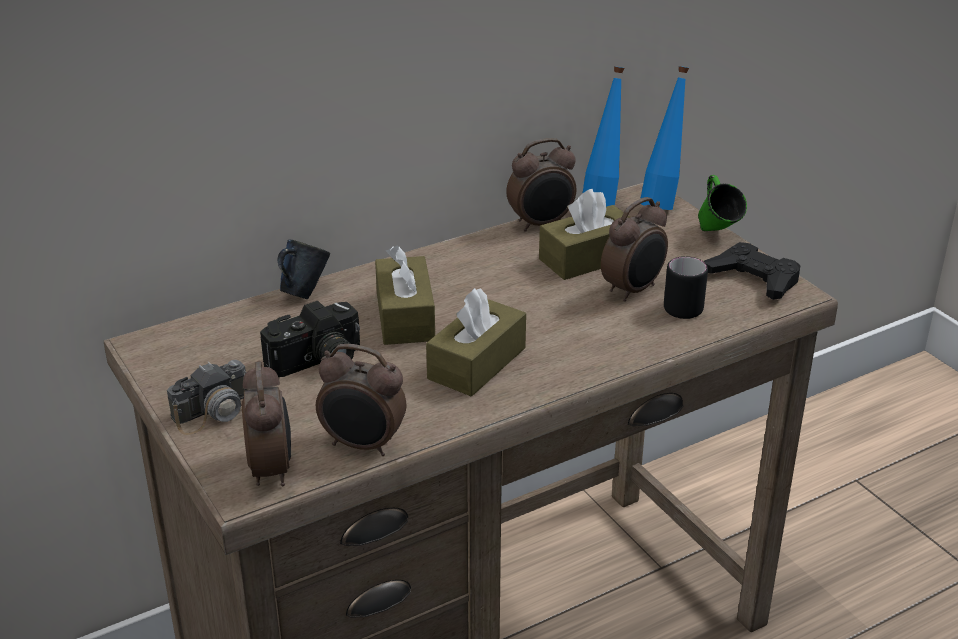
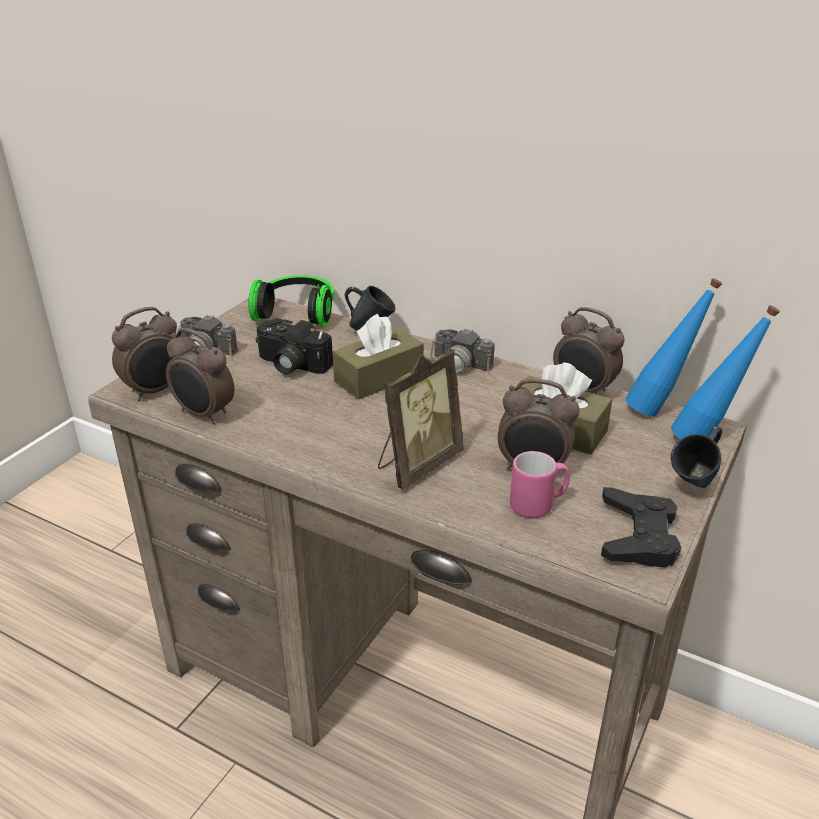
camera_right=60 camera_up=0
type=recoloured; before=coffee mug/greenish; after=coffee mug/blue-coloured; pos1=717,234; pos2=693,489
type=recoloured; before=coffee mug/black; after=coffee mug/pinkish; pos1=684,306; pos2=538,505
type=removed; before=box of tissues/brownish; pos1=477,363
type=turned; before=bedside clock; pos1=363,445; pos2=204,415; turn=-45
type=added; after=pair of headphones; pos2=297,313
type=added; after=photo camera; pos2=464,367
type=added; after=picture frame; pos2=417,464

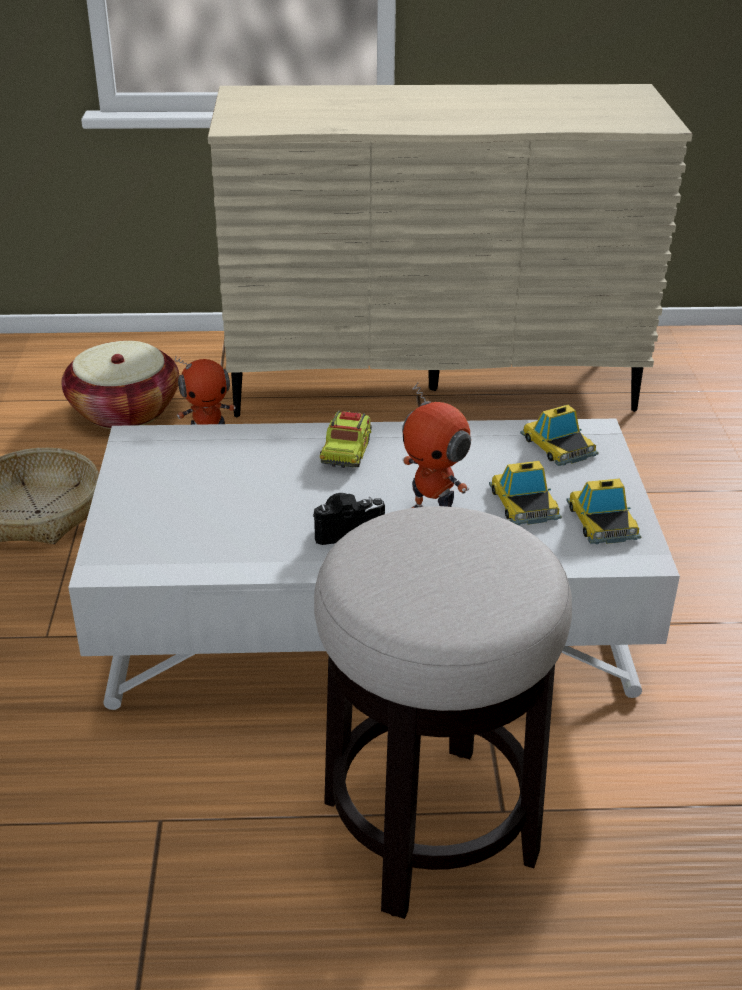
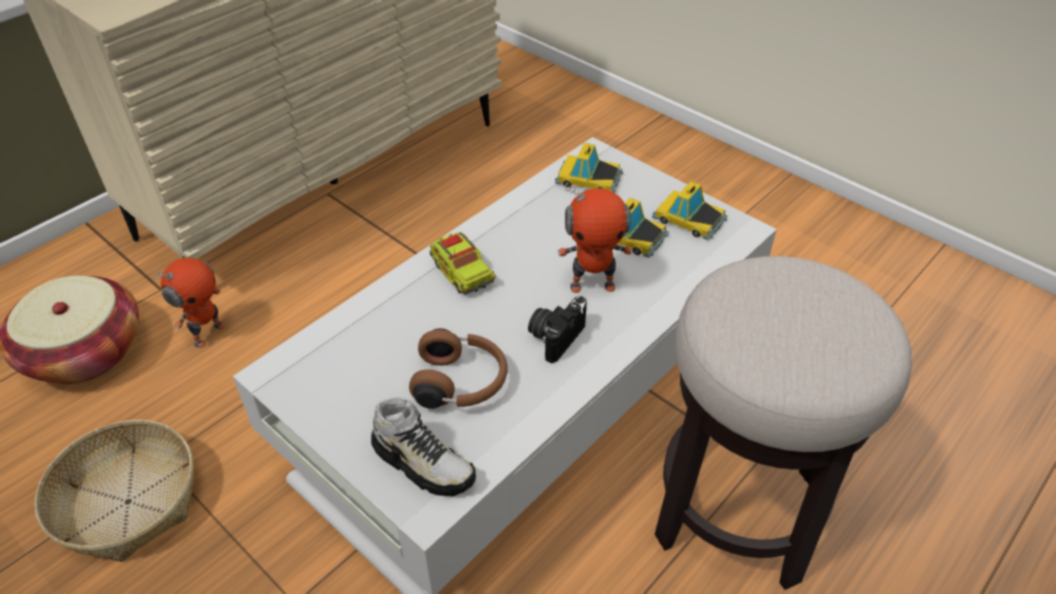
camera_right=-45 camera_up=10
type=added; after=pair of headphones/brownish; pos2=461,383
type=added; after=item of footwear; pos2=423,463

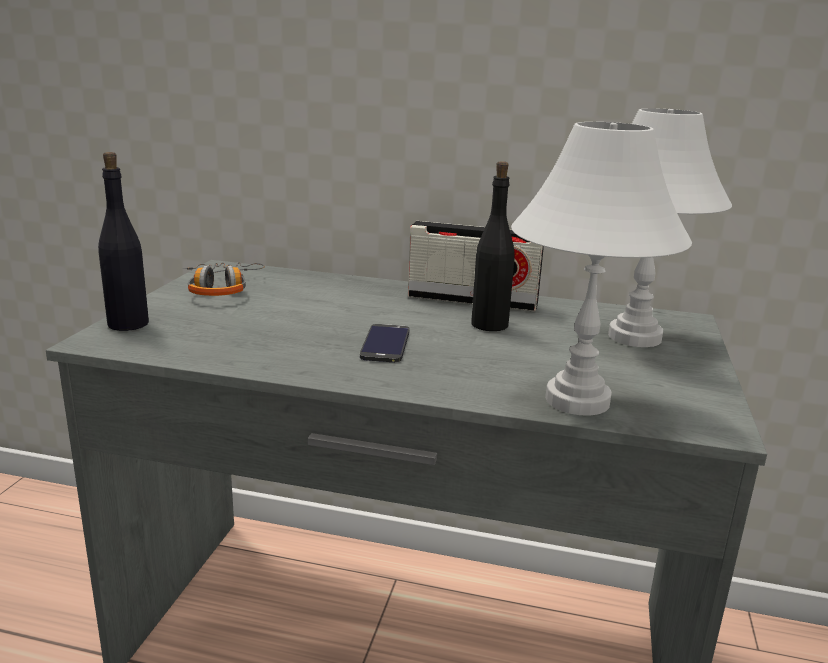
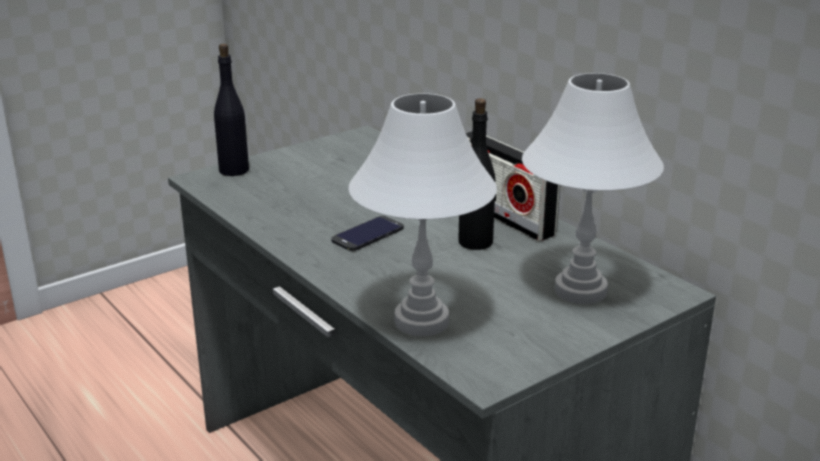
camera_right=40 camera_up=5
type=removed; before=pair of headphones; pos1=222,289

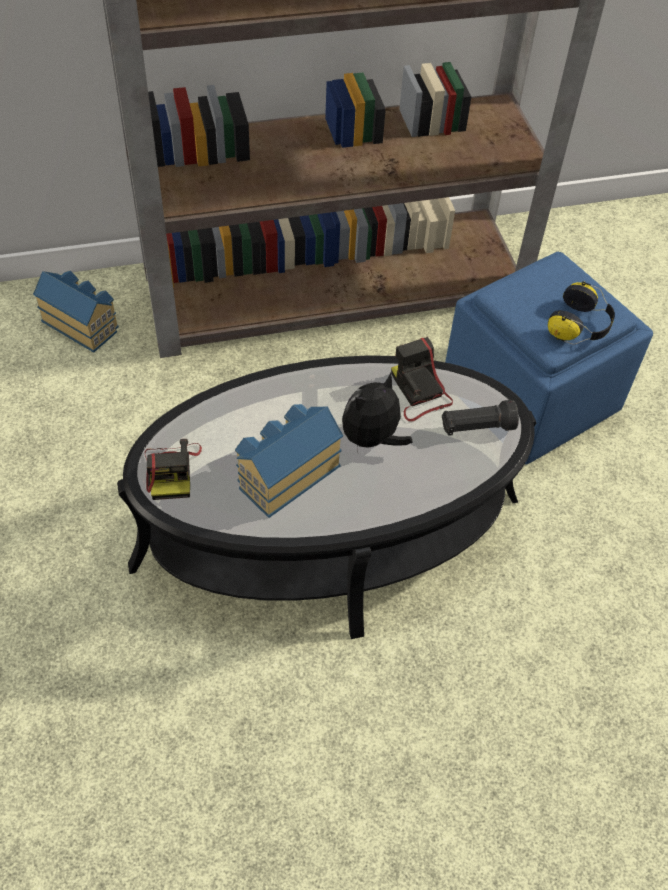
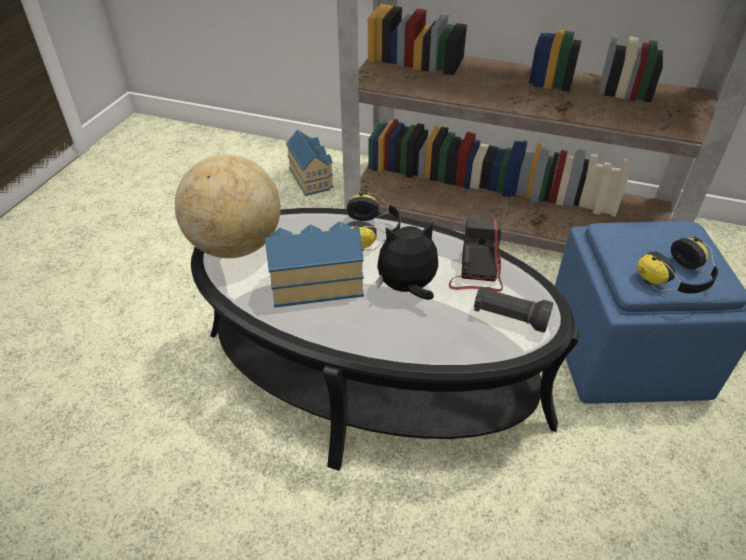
camera_right=35 camera_up=-10
type=replaced; before=photo camera; after=world globe; pos1=172,471; pos2=236,246
type=added; after=pair of headphones; pos2=372,233

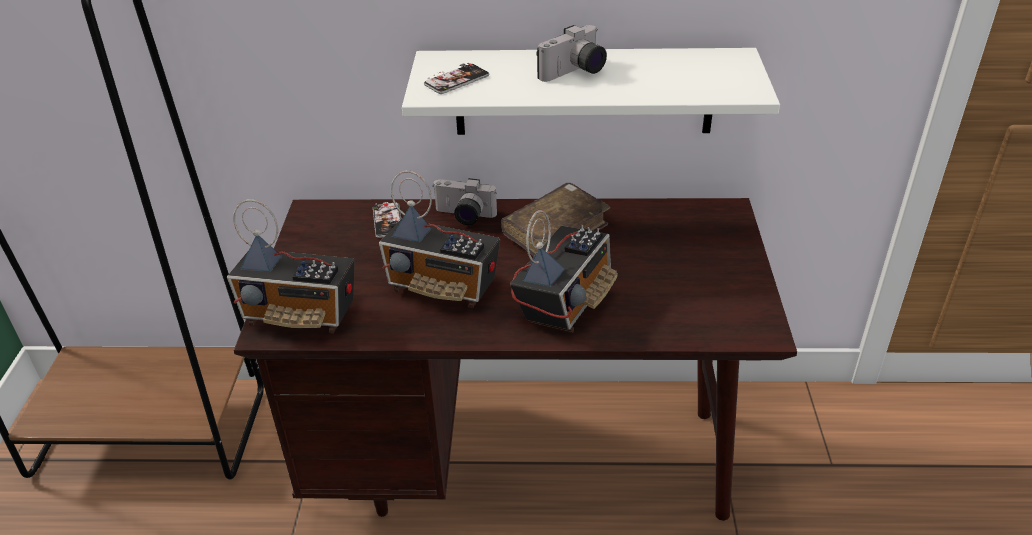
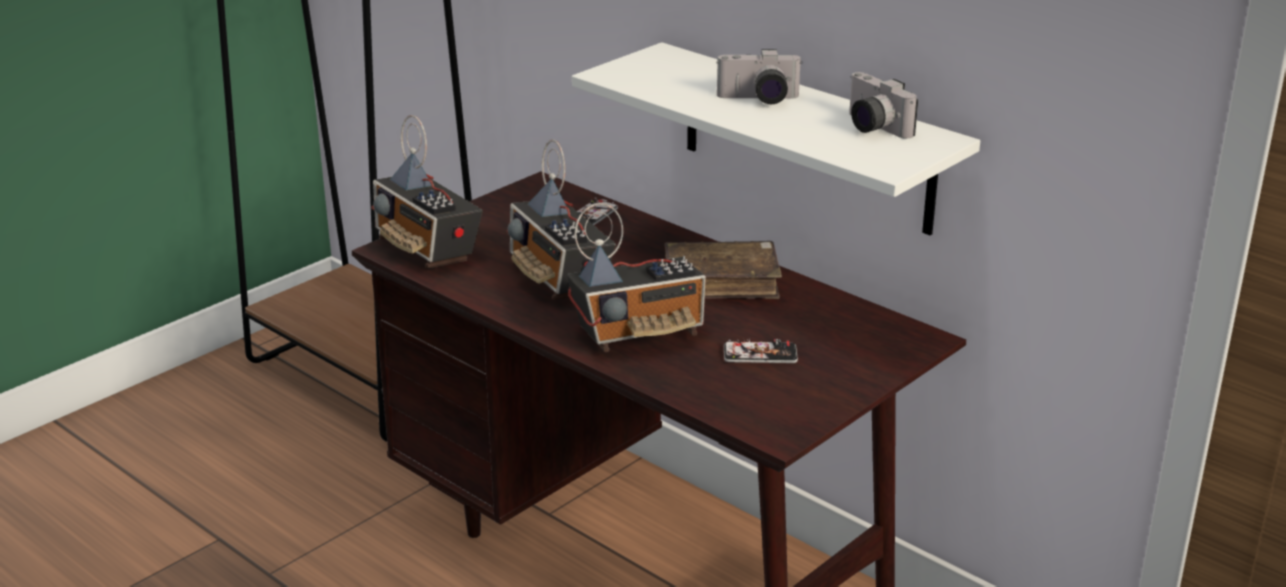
camera_right=40 camera_up=-10
type=moved; before=telephone; pos1=457,80; pos2=760,354
type=moved; before=photo camera; pos1=463,216; pos2=871,127

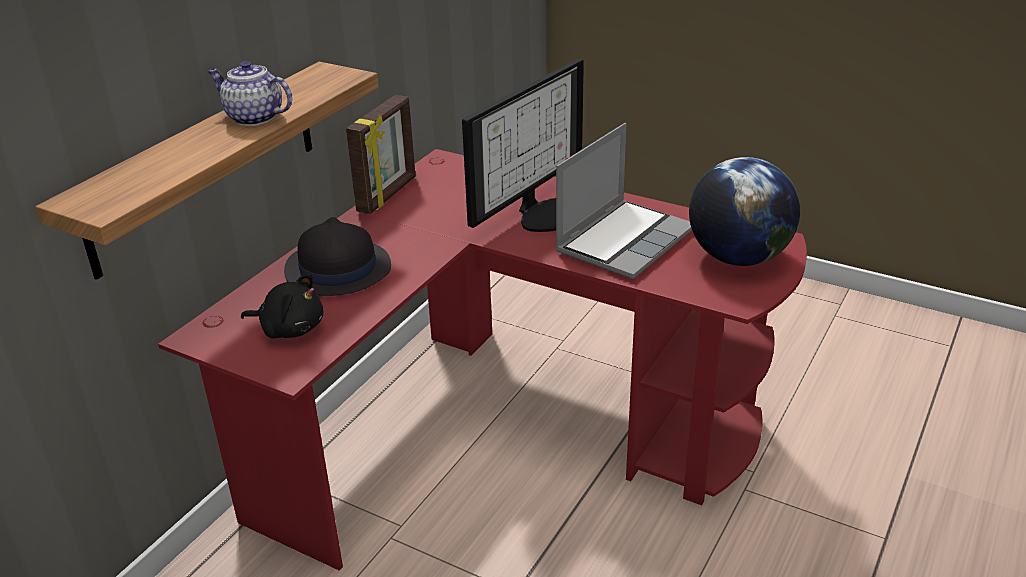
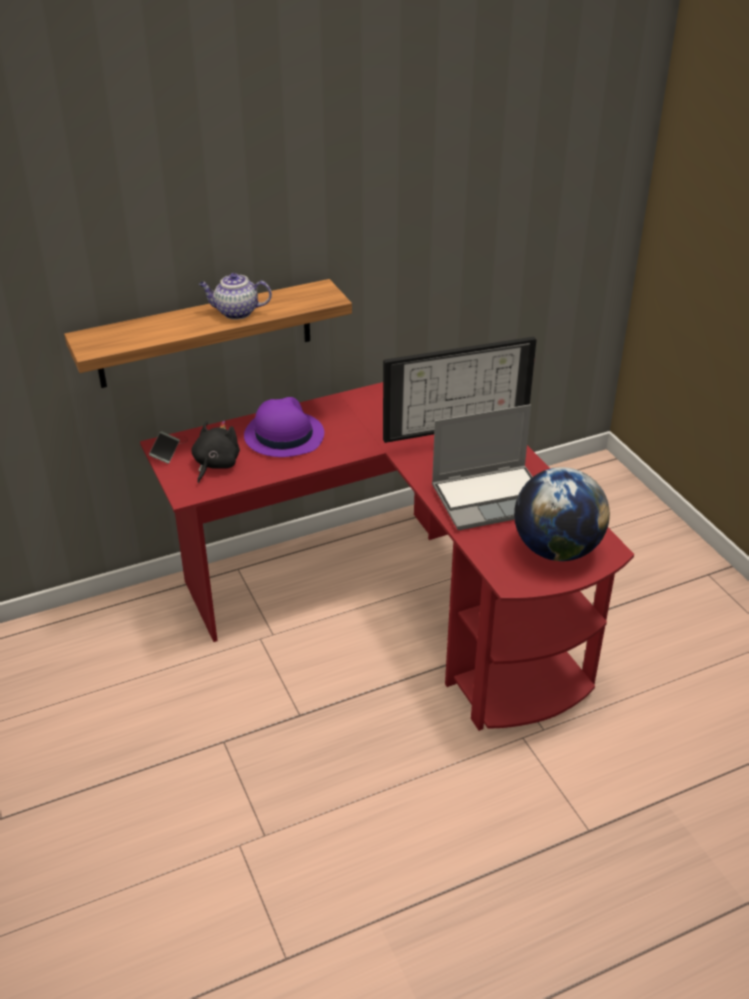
camera_right=35 camera_up=5
type=turned; before=tea pot; pos1=253,117; pos2=236,312; turn=-60
type=removed; before=picture frame; pos1=388,195
type=recoloured; before=wearable hat/black; after=wearable hat/purple; pos1=337,269; pos2=283,435
type=turned; before=soft toy/black; pos1=290,328; pos2=215,464; turn=-120
type=added; after=telephone; pos2=165,451

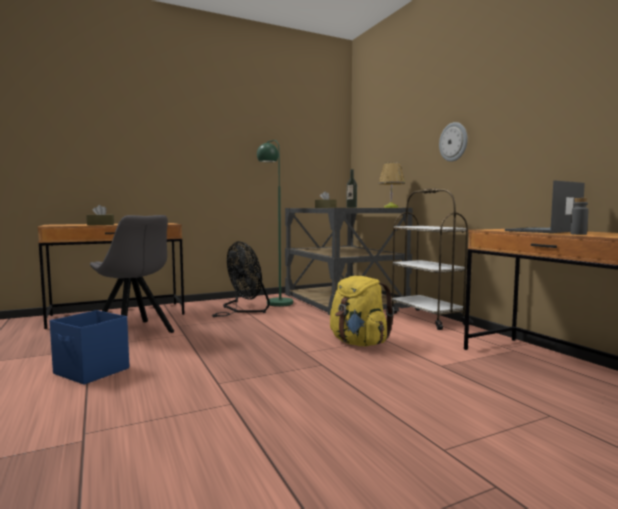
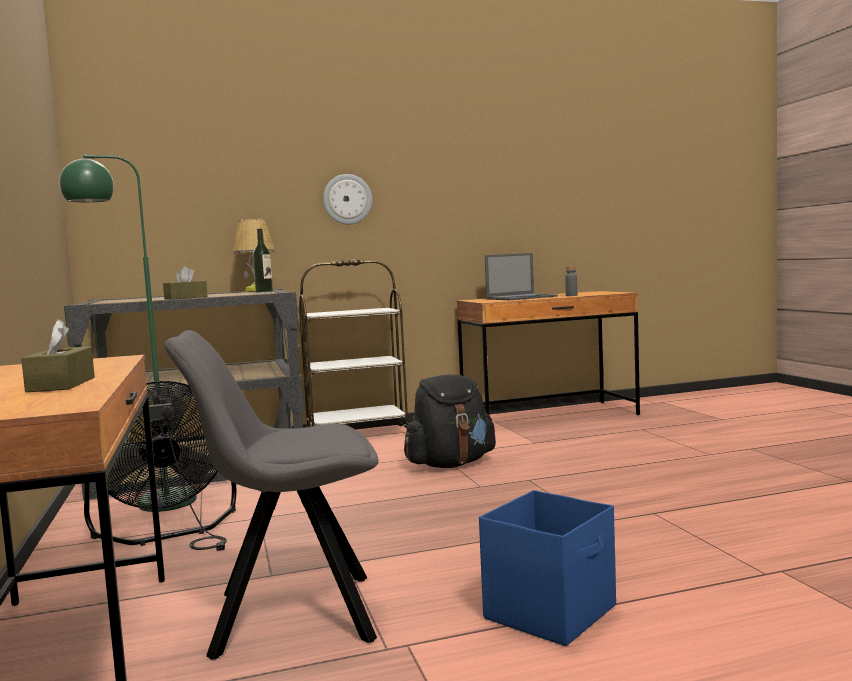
camera_right=-80 camera_up=0
type=turned; before=portable computer; pos1=543,231; pos2=522,297; turn=-90
type=turned; before=chair/grey; pos1=134,332; pos2=293,615; turn=-150
type=recoloured; before=backpack/yellow; after=backpack/black; pos1=359,343; pos2=450,464

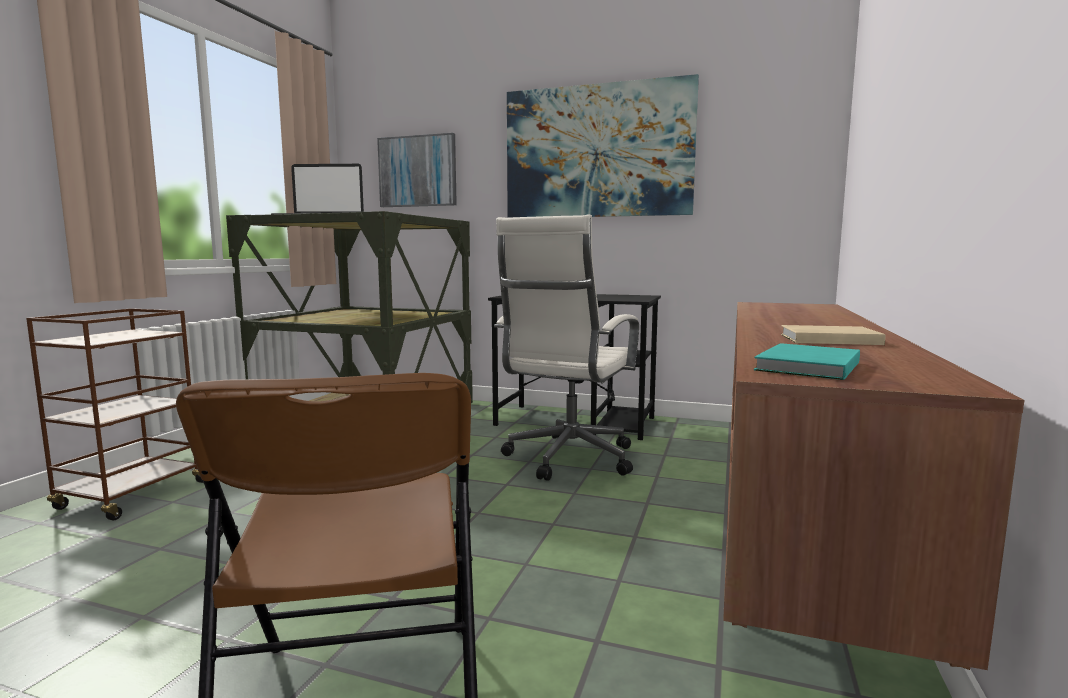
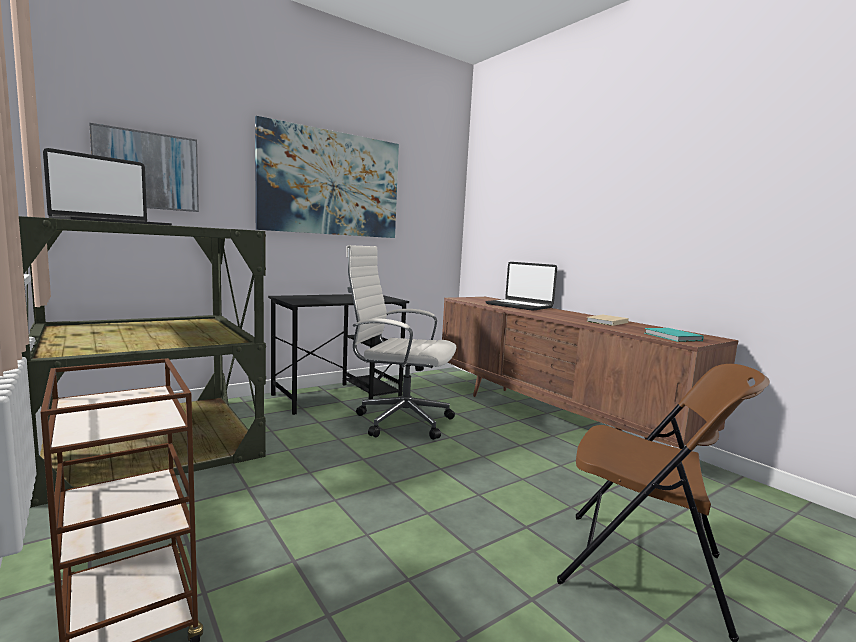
camera_right=-55 camera_up=0
type=turned; before=computer chair/whitish; pos1=567,460; pos2=399,420; turn=135
type=added; after=portable computer; pos2=519,306

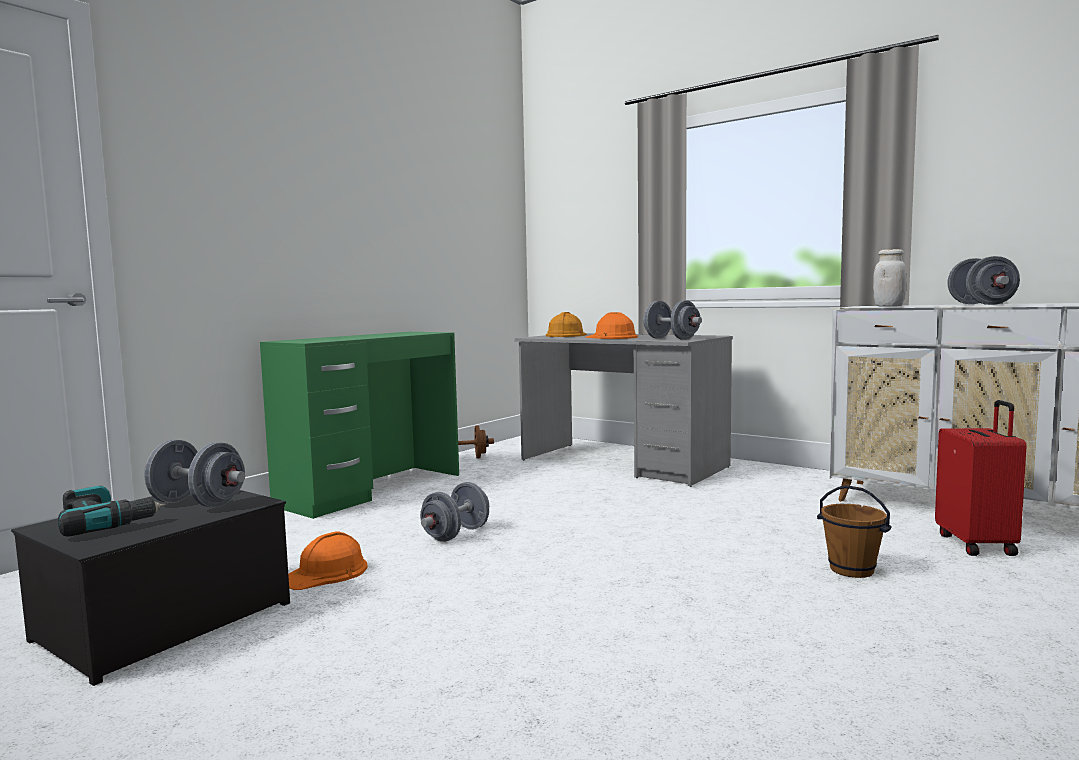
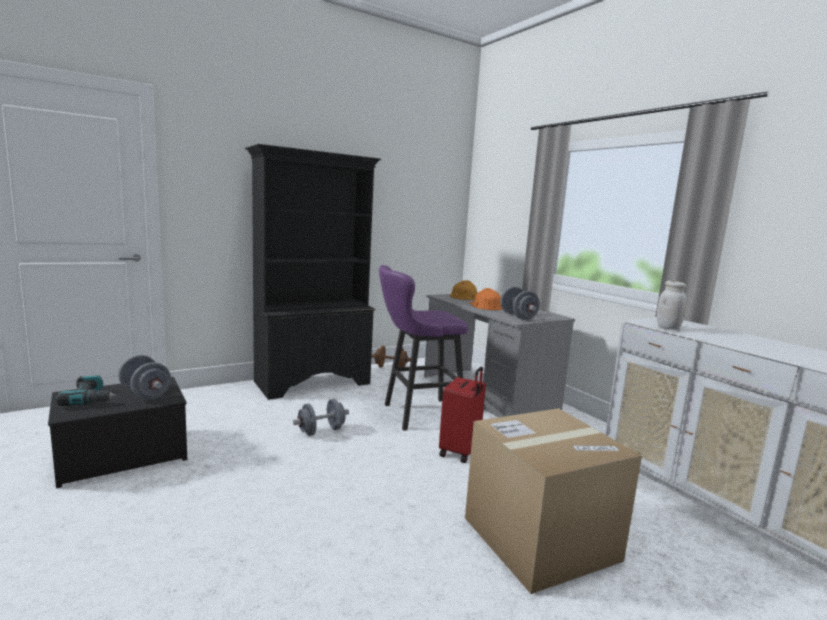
camera_right=20 camera_up=5
type=removed; before=dumbbell/grey; pos1=981,304
type=replaced; before=desk table/greenish; after=bookshelf/black; pos1=371,489; pos2=312,382
type=moved; before=travel case/reddish; pos1=977,544; pos2=460,451
type=replaced; before=pail/brownish; after=cardboard box; pos1=851,570; pos2=540,538
type=removed; before=safety helmet/orange; pos1=326,573
type=added; after=sitting stool/purple; pos2=414,414

